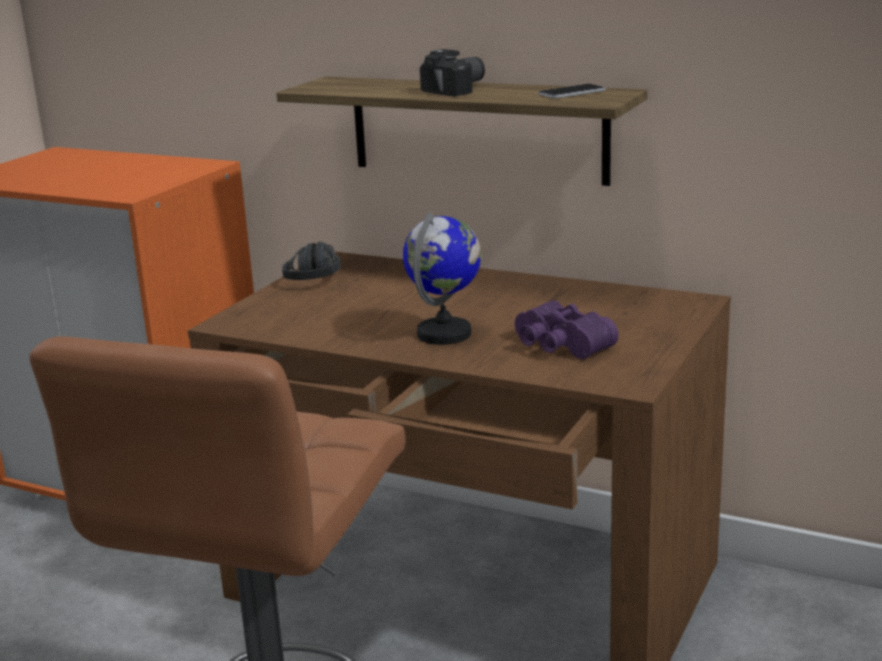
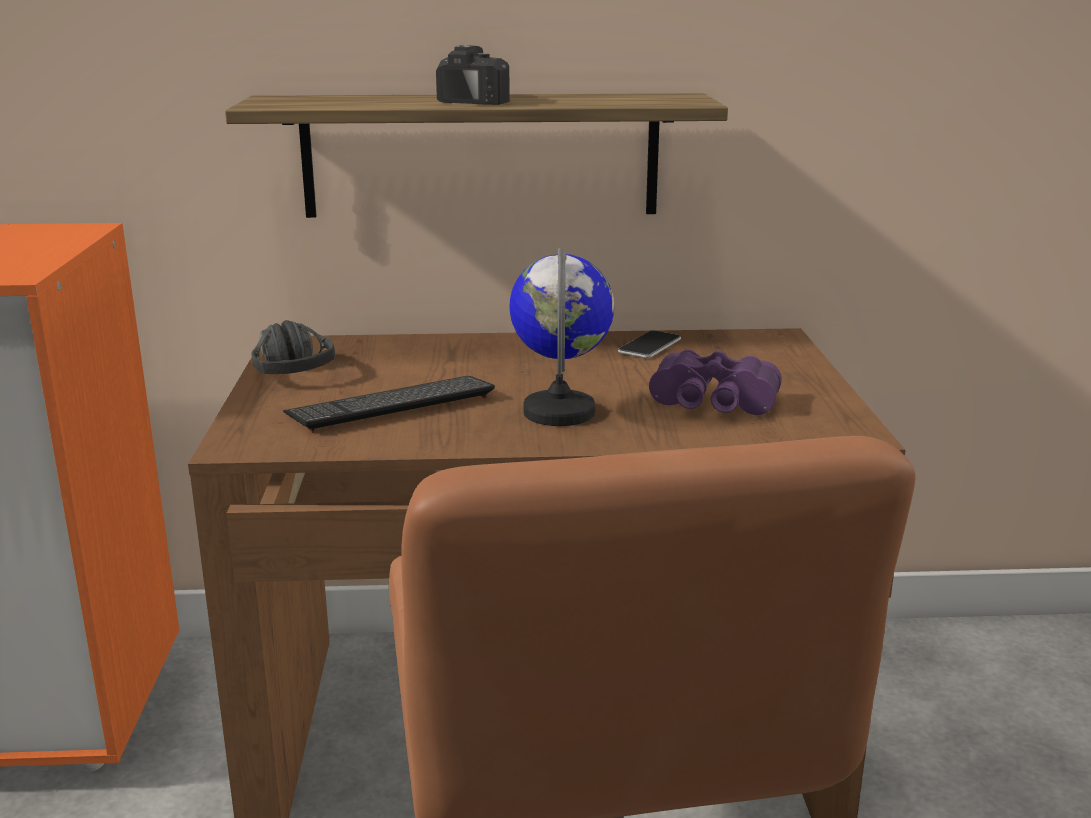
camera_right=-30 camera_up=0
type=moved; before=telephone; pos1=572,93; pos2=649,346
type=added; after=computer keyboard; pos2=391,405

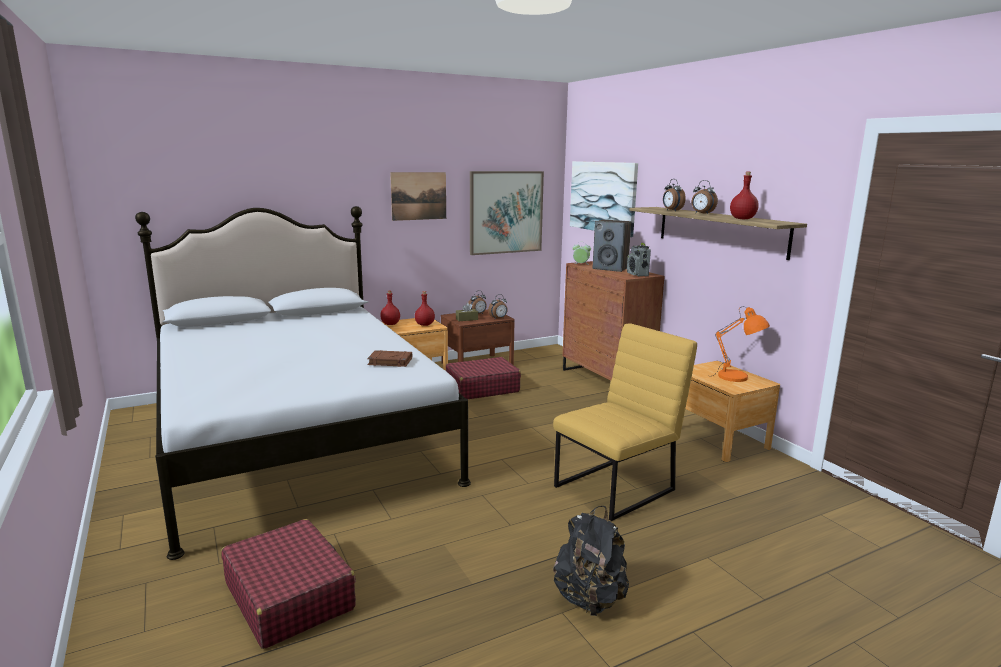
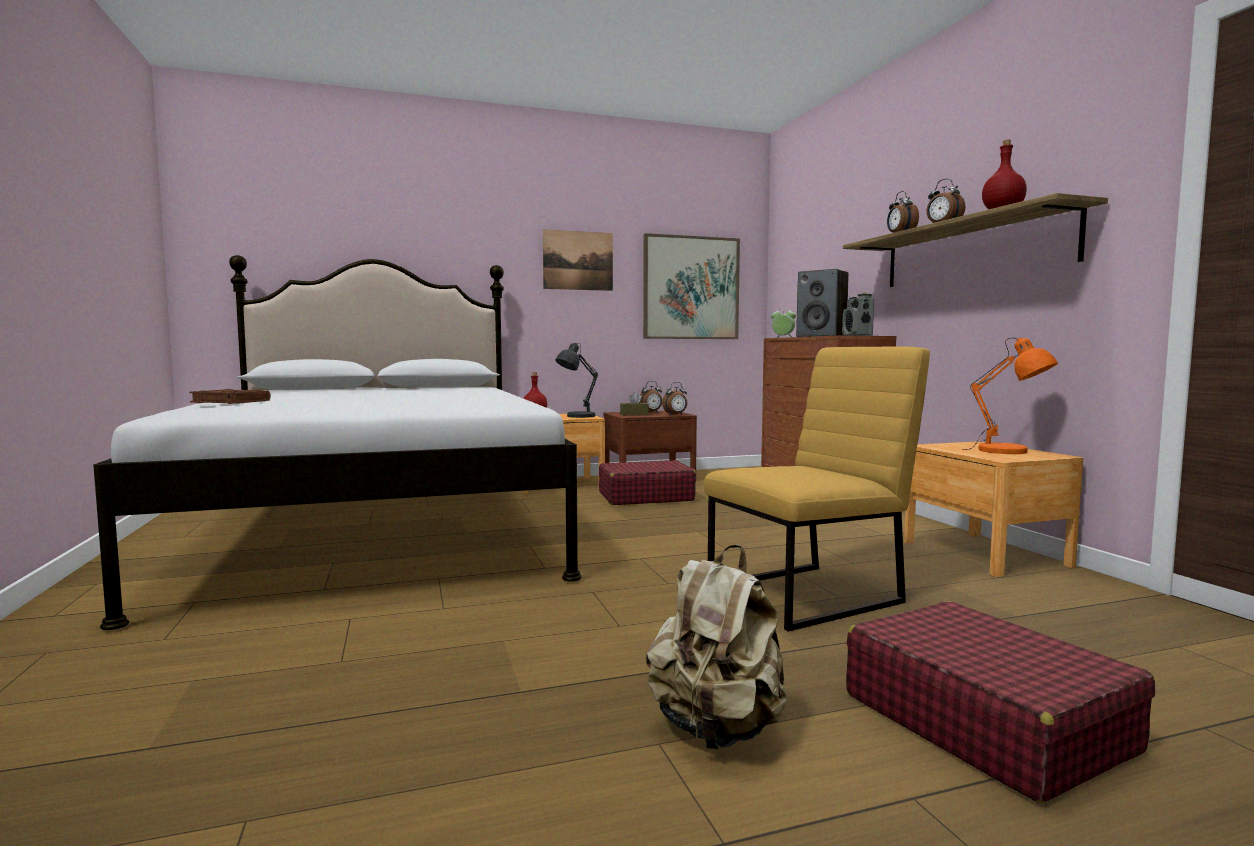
camera_right=10 camera_up=-10
type=removed; before=wall picture; pos1=602,197
type=replaced; before=bottle/reddish; after=tabletop lamp/grey; pos1=425,325; pos2=577,416
type=moved; before=book/brownish; pos1=389,361; pos2=229,402
type=recoloured; before=backpack/black; after=backpack/beige; pos1=590,599; pos2=717,729
type=moved; before=travel case/reddish; pos1=289,595; pos2=984,721

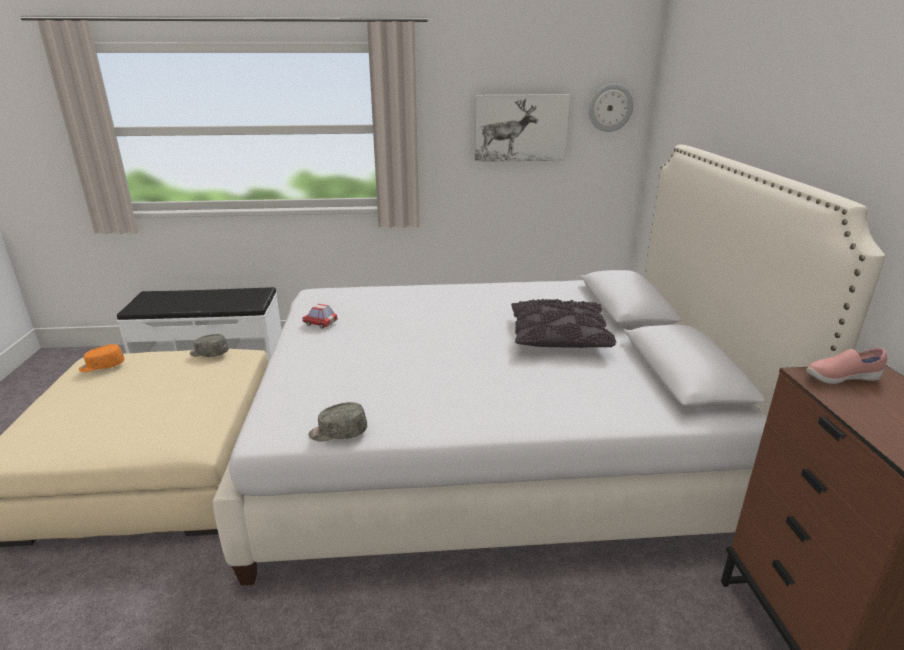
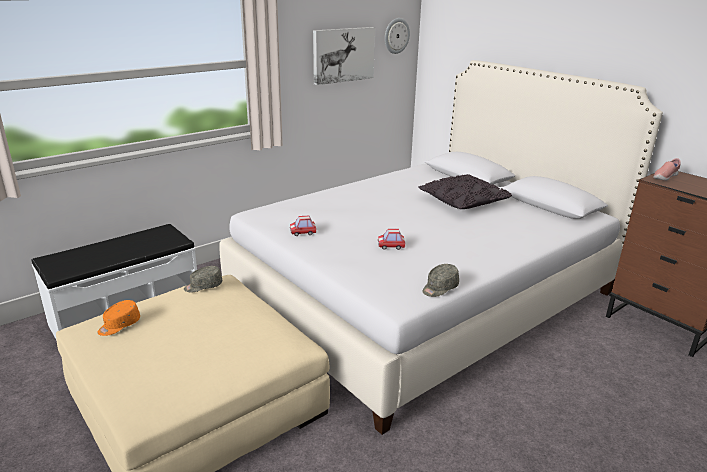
camera_right=-35 camera_up=0
type=added; after=model car; pos2=391,246

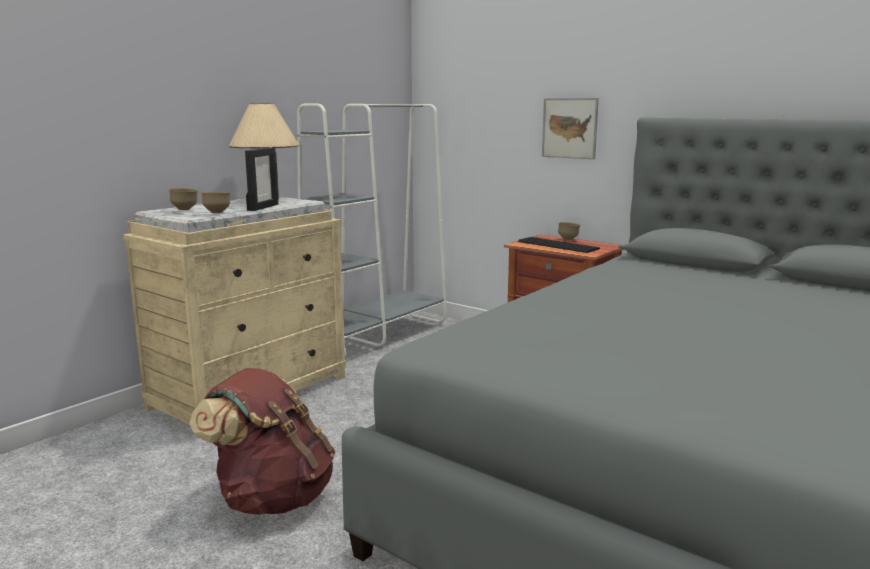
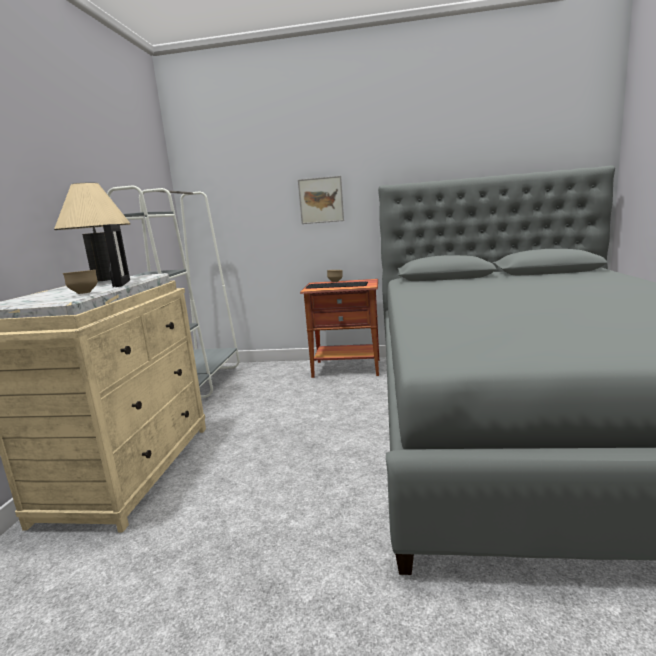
camera_right=-30 camera_up=0
type=removed; before=bowl/brownish; pos1=185,210
type=removed; before=backpack/brownish; pos1=272,498

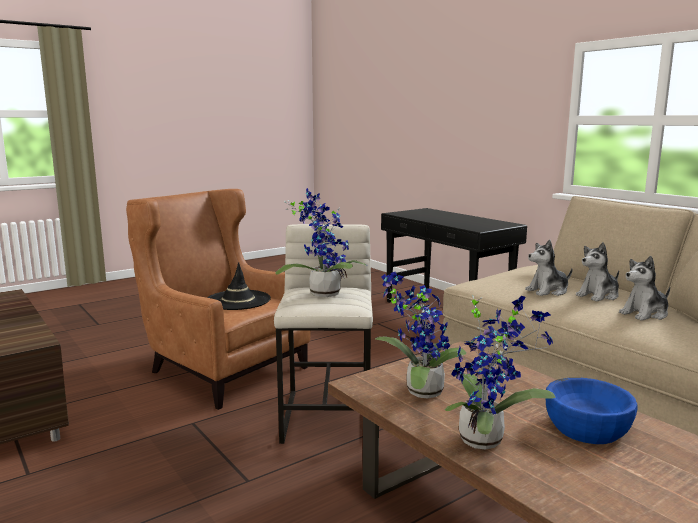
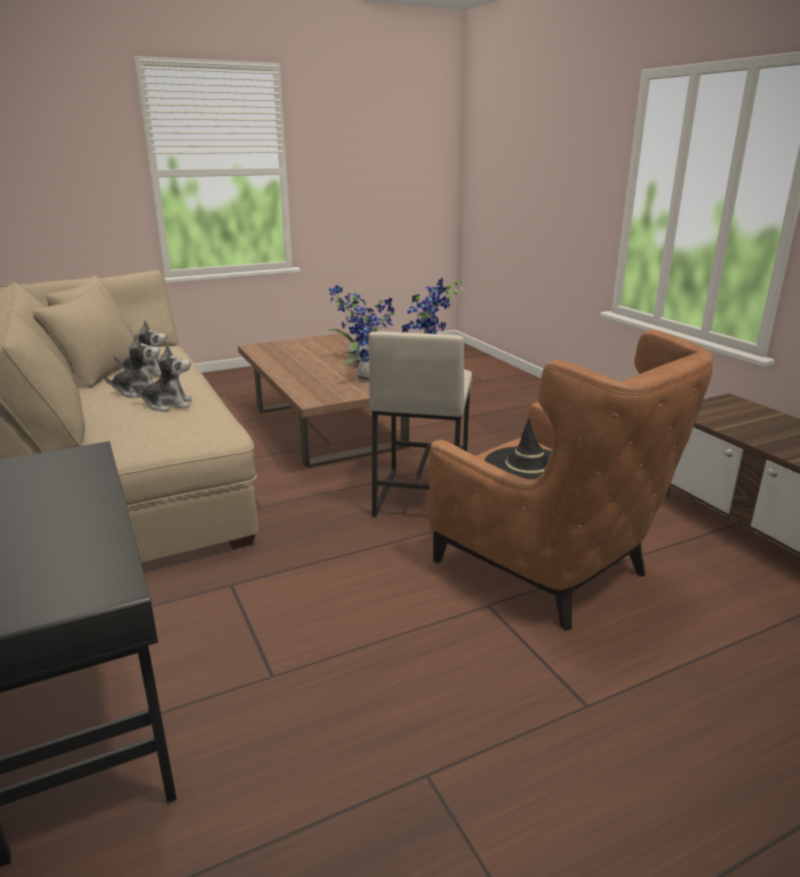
camera_right=-170 camera_up=10
type=removed; before=bowl/blue-coloured; pos1=586,428

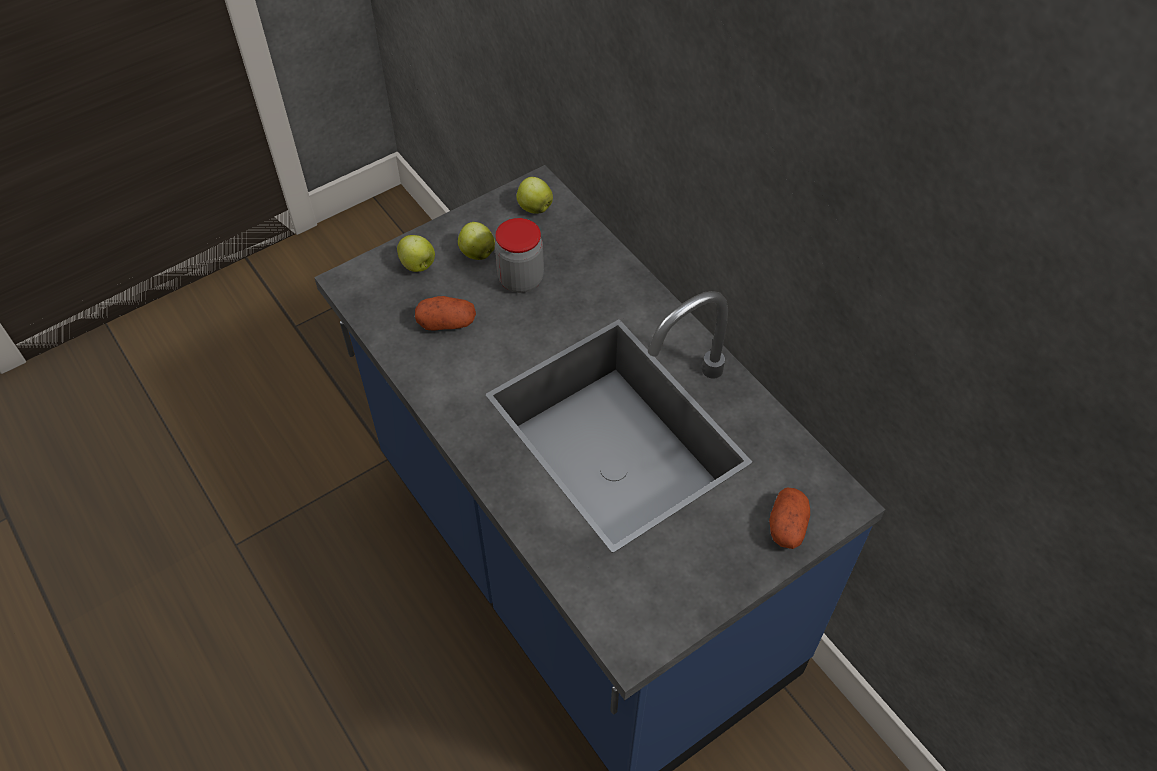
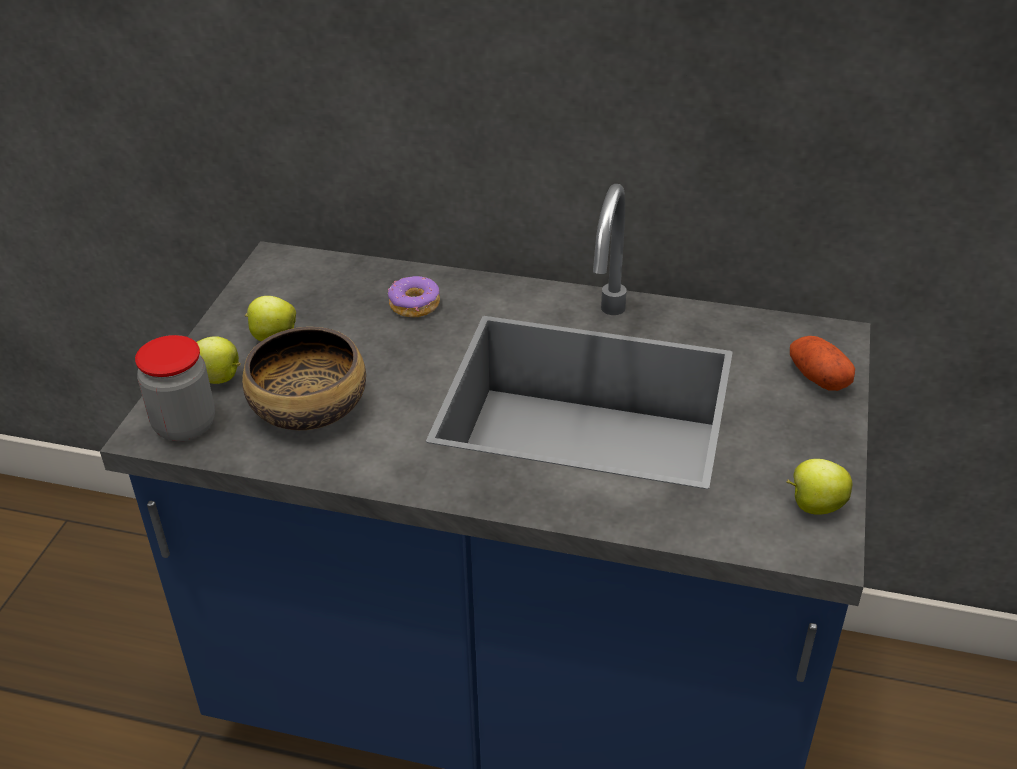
camera_right=-40 camera_up=-15
type=moved; before=whole apple; pos1=534,207; pos2=814,506
type=moved; before=jar; pos1=521,279; pos2=185,425
type=replaced; before=spud; after=bowl; pos1=447,323; pos2=310,407
type=added; after=donut; pos2=414,305

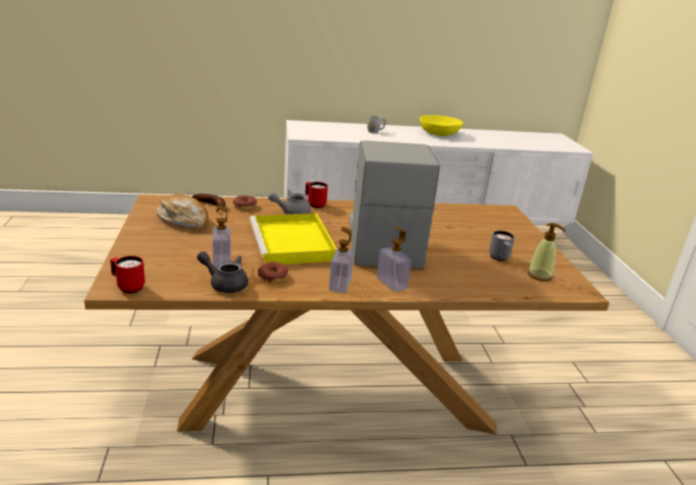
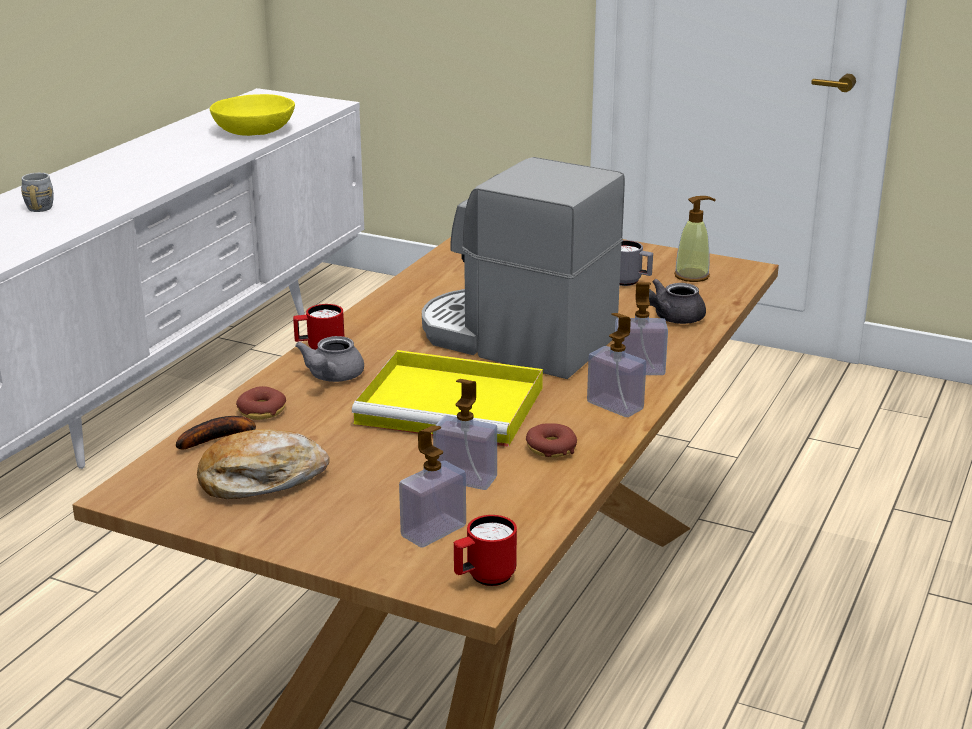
camera_right=-55 camera_up=0
type=moved; before=bowl/yellow; pos1=439,133; pos2=254,131
type=moved; before=tea pot/grey; pos1=225,283; pos2=672,318
type=added; after=liquid soap bottle; pos2=433,531

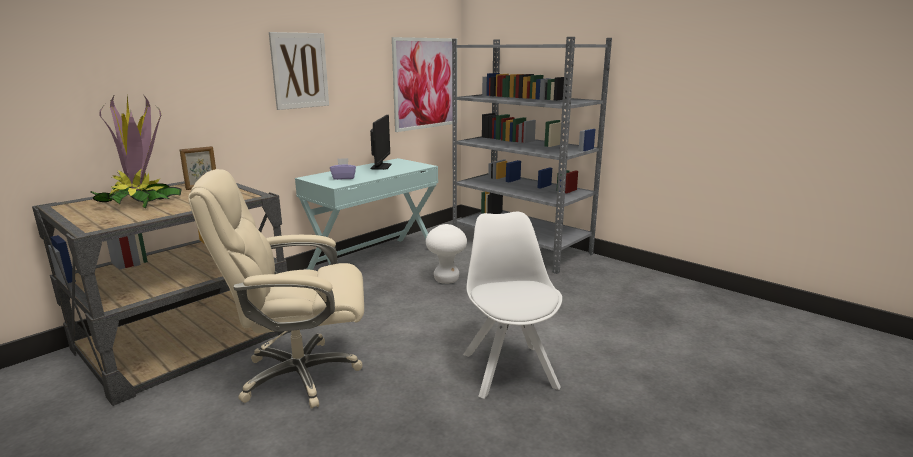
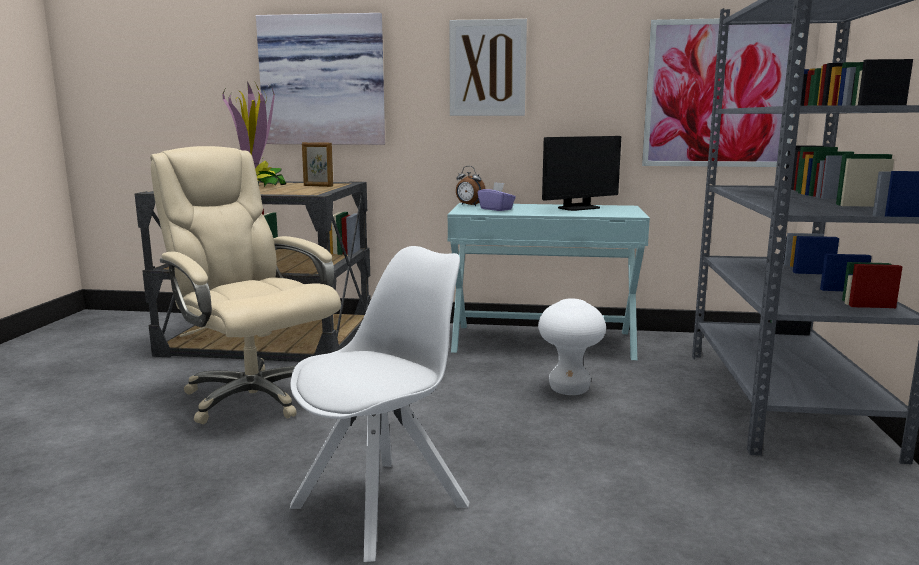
camera_right=55 camera_up=-5
type=added; after=wall picture; pos2=323,81
type=added; after=bedside clock; pos2=469,205

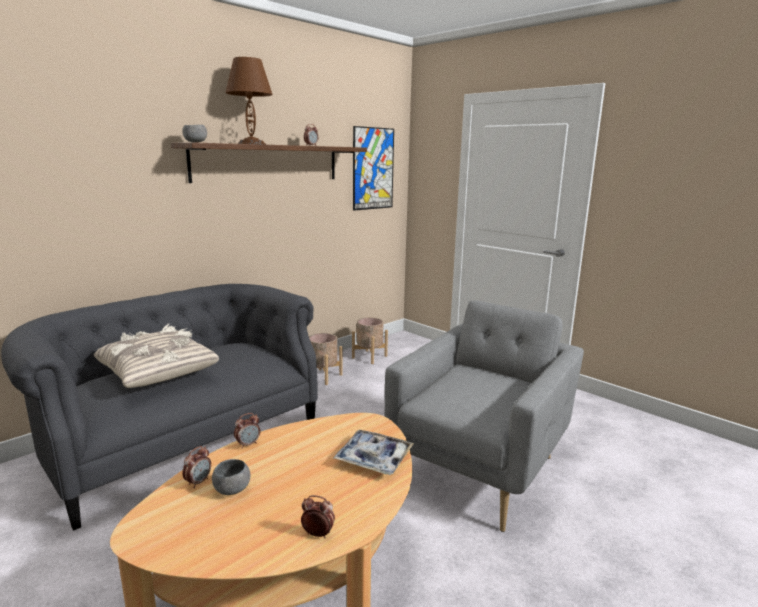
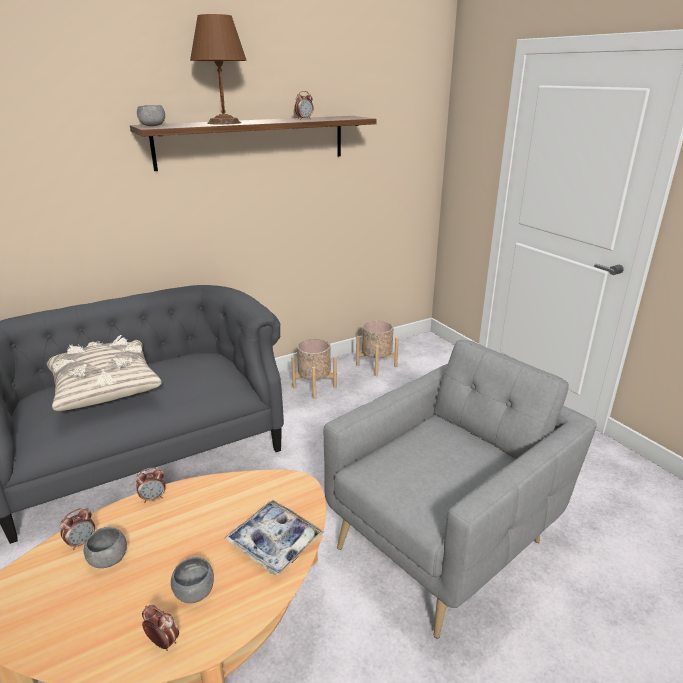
camera_right=15 camera_up=10
type=removed; before=wall picture; pos1=373,168
type=added; after=bowl/grey; pos2=194,592

